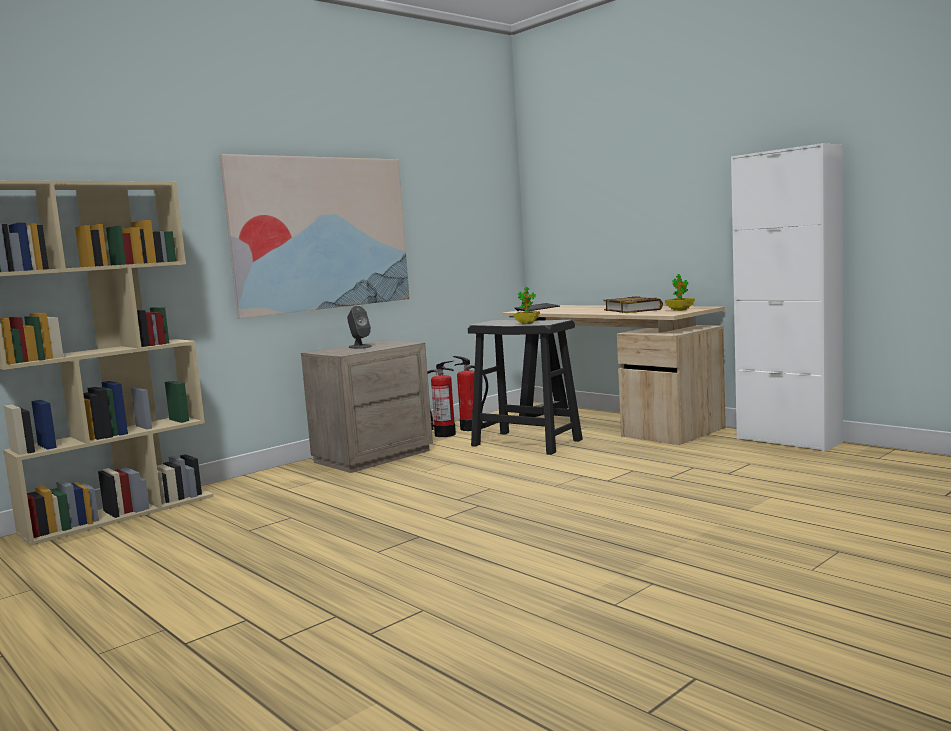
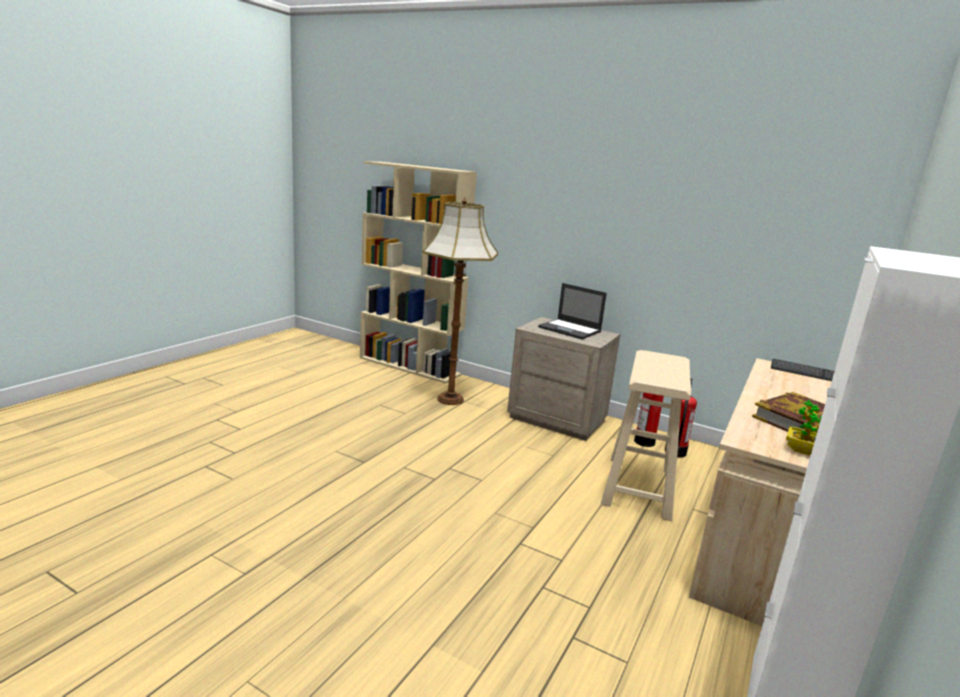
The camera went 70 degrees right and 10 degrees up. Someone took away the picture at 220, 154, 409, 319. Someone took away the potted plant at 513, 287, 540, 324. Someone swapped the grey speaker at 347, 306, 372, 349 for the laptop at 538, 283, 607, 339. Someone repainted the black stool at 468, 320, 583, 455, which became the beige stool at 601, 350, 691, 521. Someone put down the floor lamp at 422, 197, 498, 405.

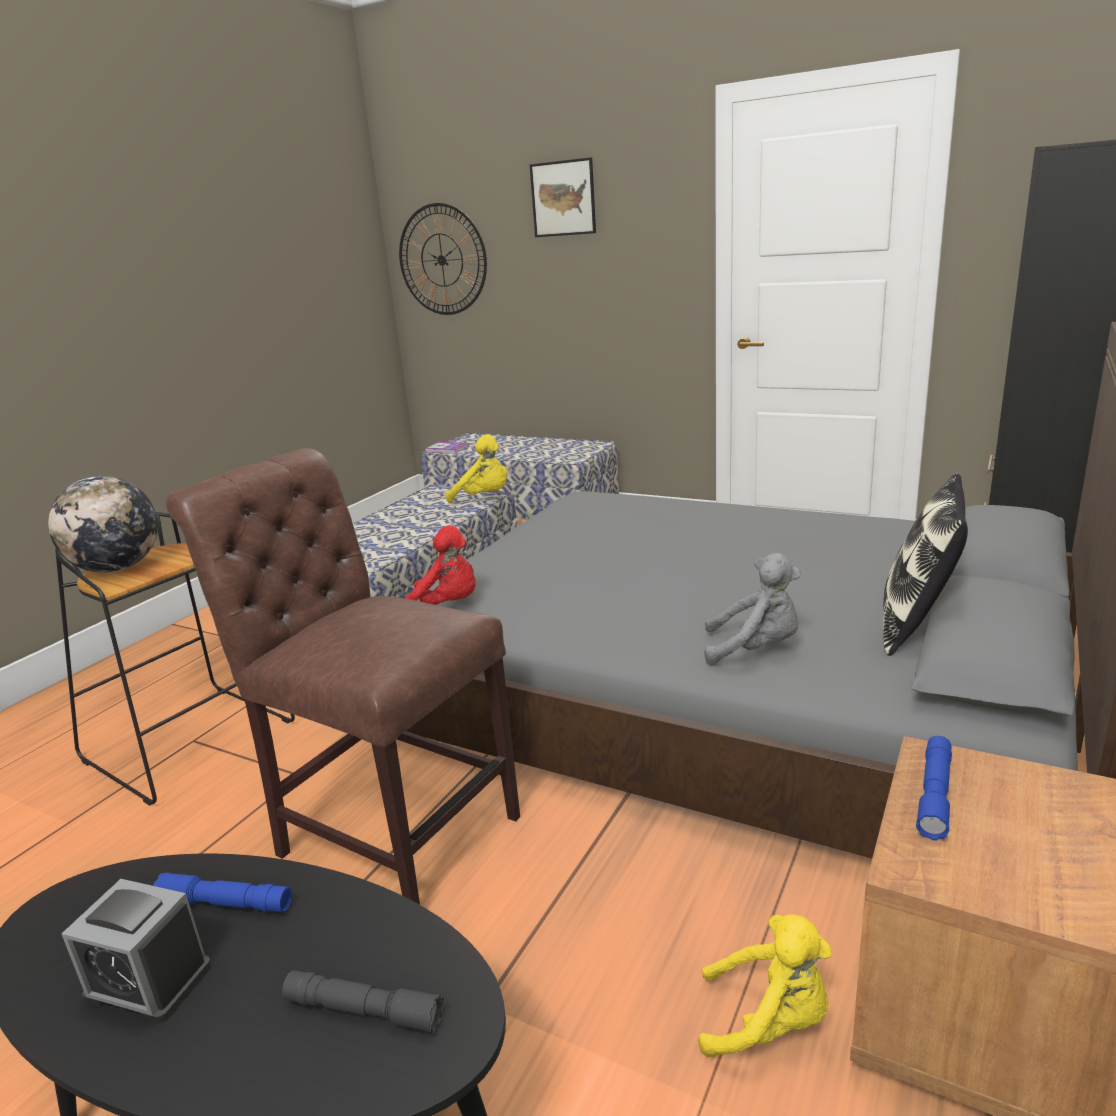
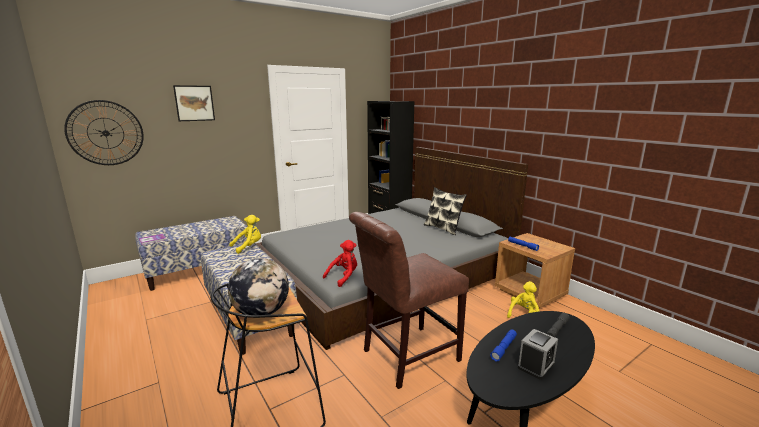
The camera went 65 degrees left and 5 degrees down. Someone took away the grey plush toy at 704, 553, 801, 665.

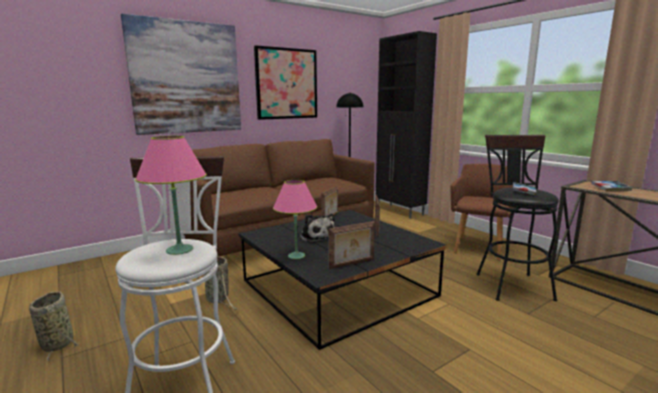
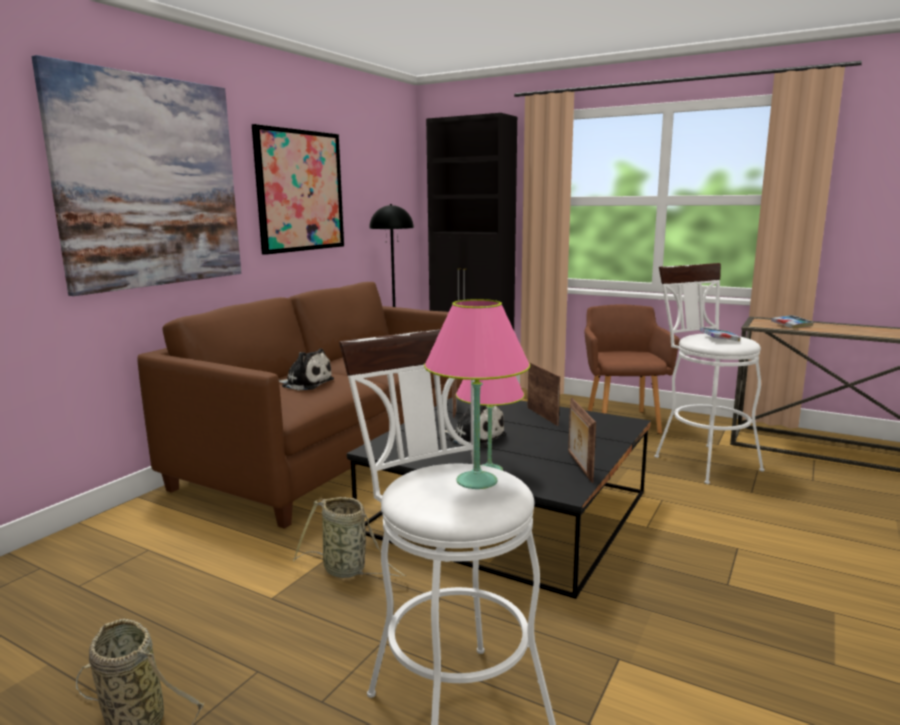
The camera went 25 degrees left and 0 degrees up. Someone repainted the black stool at 476, 135, 559, 301, which became the white stool at 654, 263, 765, 484. Someone rotated the picture frame at 328, 221, 375, 269 by 135 degrees clockwise. Someone put down the plush toy at 279, 348, 334, 391.

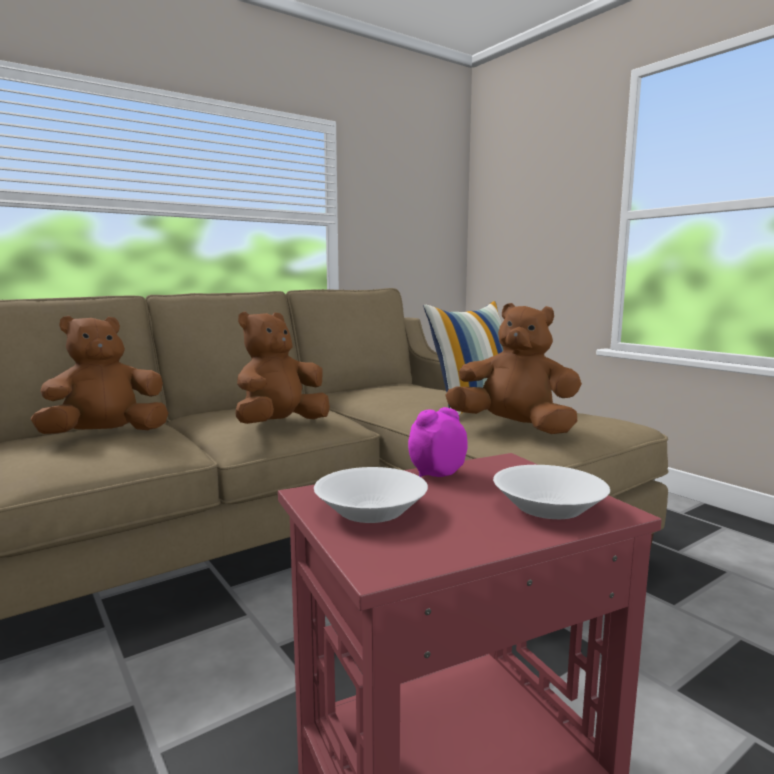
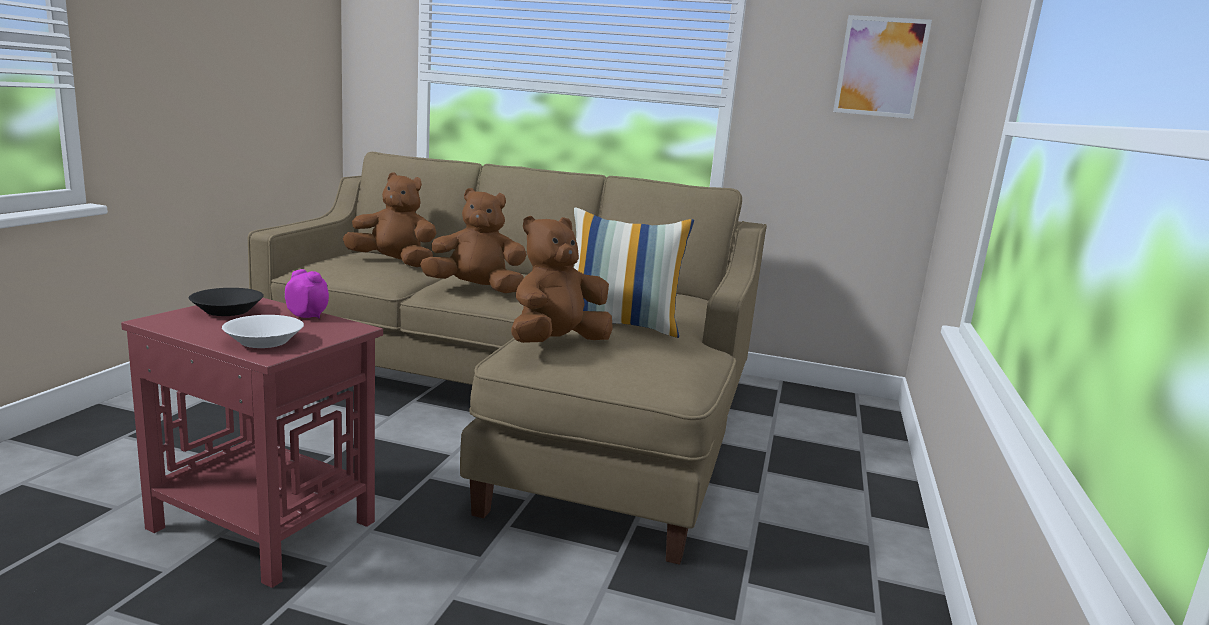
The camera went 50 degrees right and 5 degrees up. Someone rotated the brown plush toy at 445, 303, 582, 434 by 120 degrees counterclockwise. Someone repainted the white bowl at 314, 467, 428, 523, which became the black bowl at 189, 288, 264, 316. Someone put up the picture at 833, 15, 932, 119.

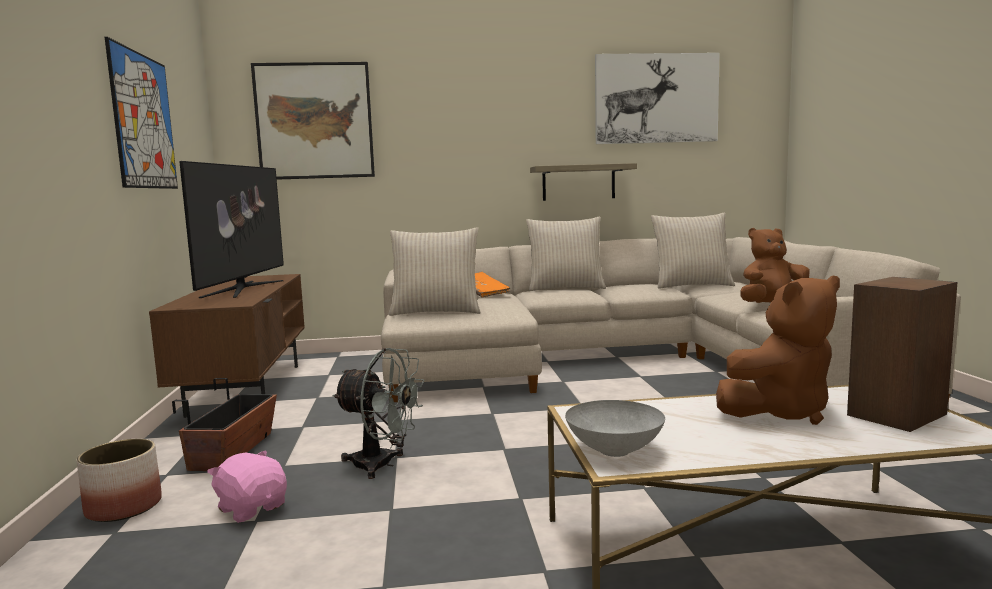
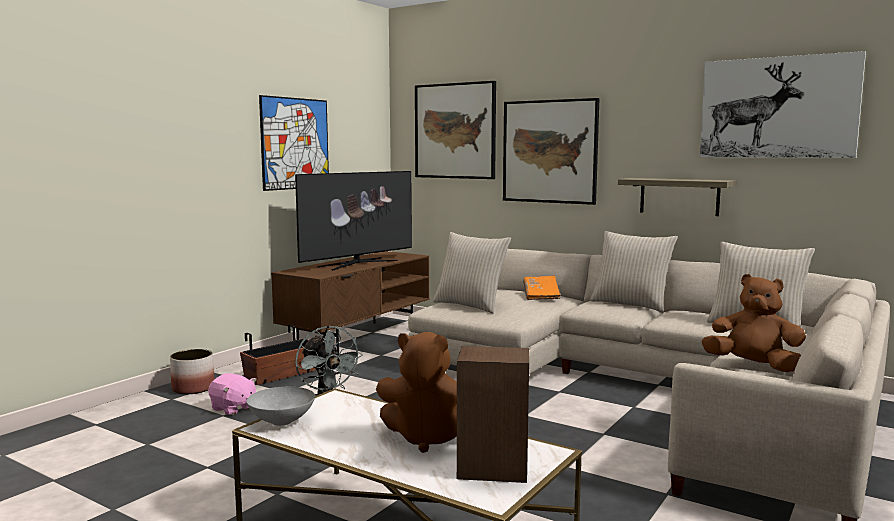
The camera went 40 degrees right and 0 degrees up. Someone rotated the pink plush toy at 207, 450, 287, 523 by 135 degrees clockwise. Someone put up the picture at 503, 98, 600, 205.

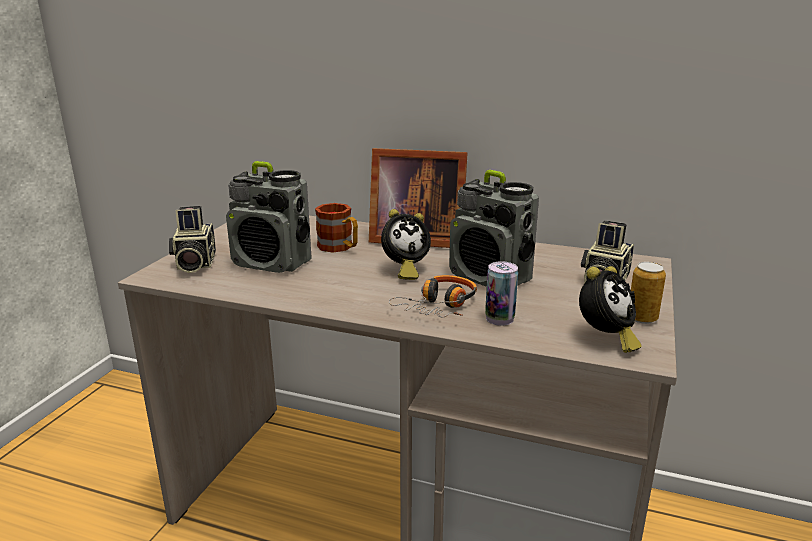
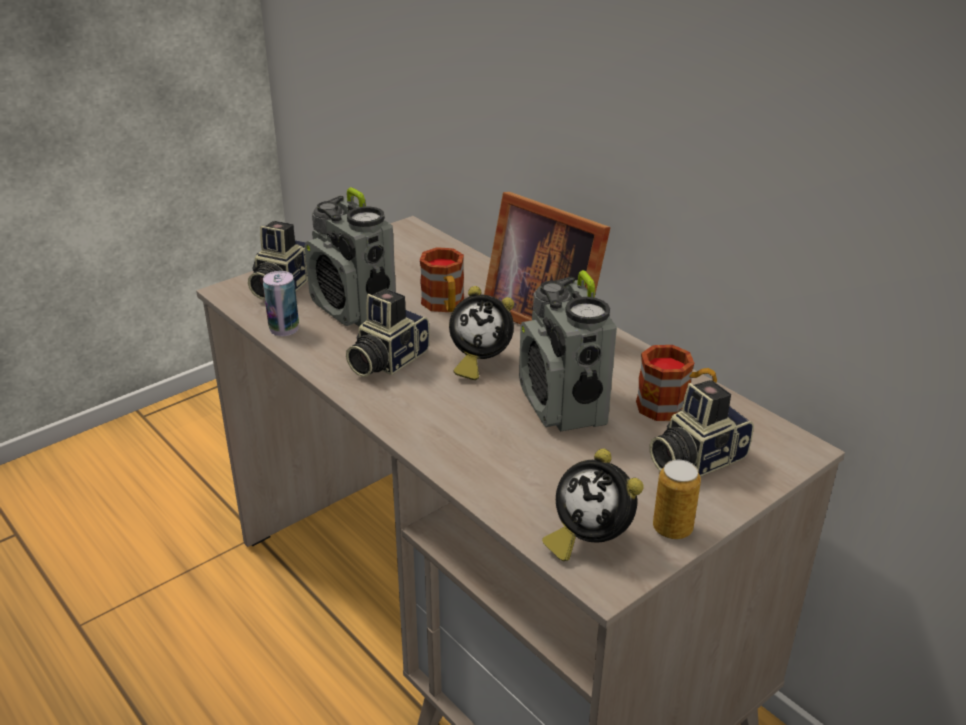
The camera went 30 degrees right and 10 degrees up. Someone carried the can from 485, 261, 518, 326 to 263, 271, 299, 336. Someone rotated the alarm clock at 579, 266, 641, 353 by 60 degrees clockwise. Someone took away the headphones at 389, 275, 477, 317. Someone put down the photo camera at 346, 289, 430, 377. Someone put down the mug at 636, 345, 717, 421.

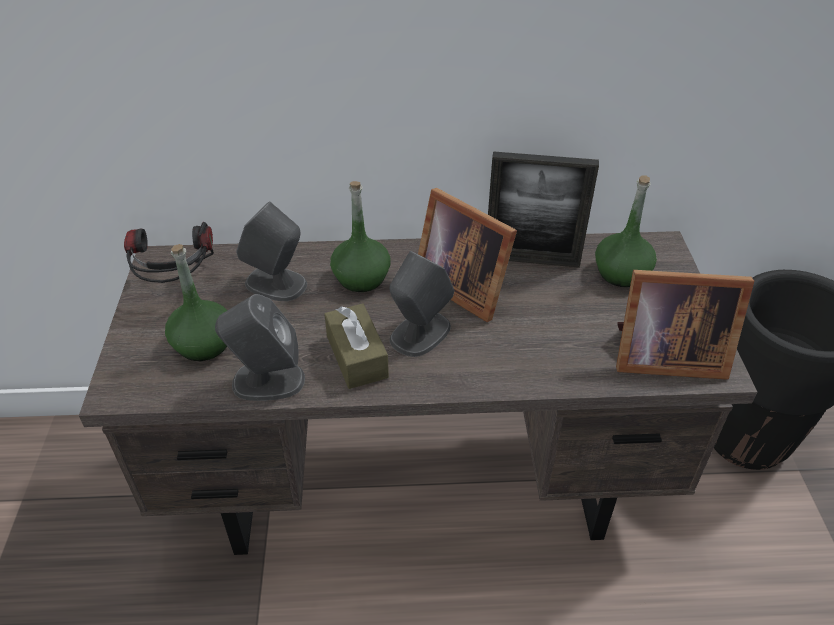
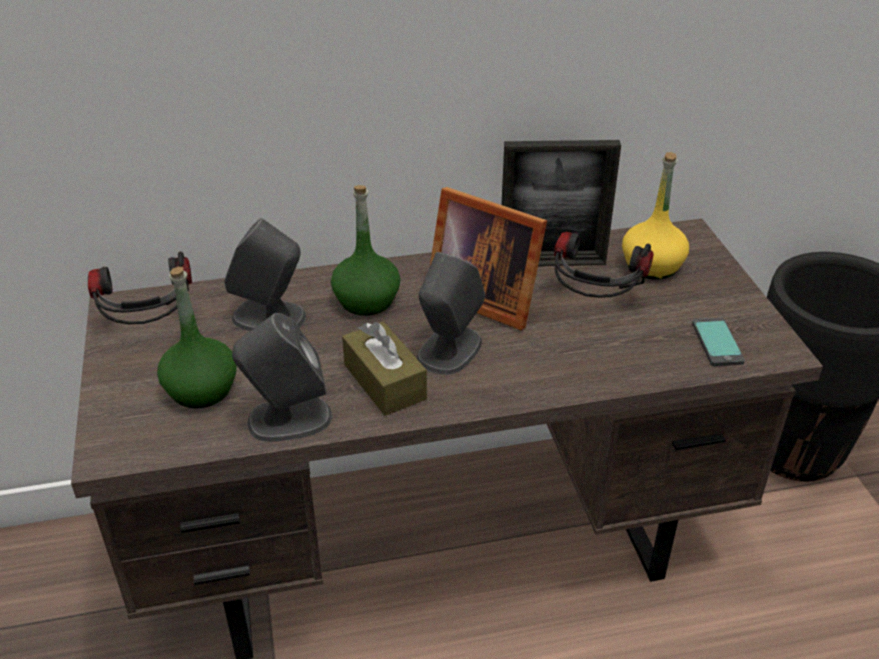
The camera went 10 degrees left and 5 degrees down. Someone repainted the green bottle at 595, 175, 657, 287, which became the yellow bottle at 622, 152, 689, 280. Someone swapped the picture frame at 616, 270, 754, 380 for the phone at 692, 318, 745, 366. Someone put down the headphones at 554, 232, 653, 298.

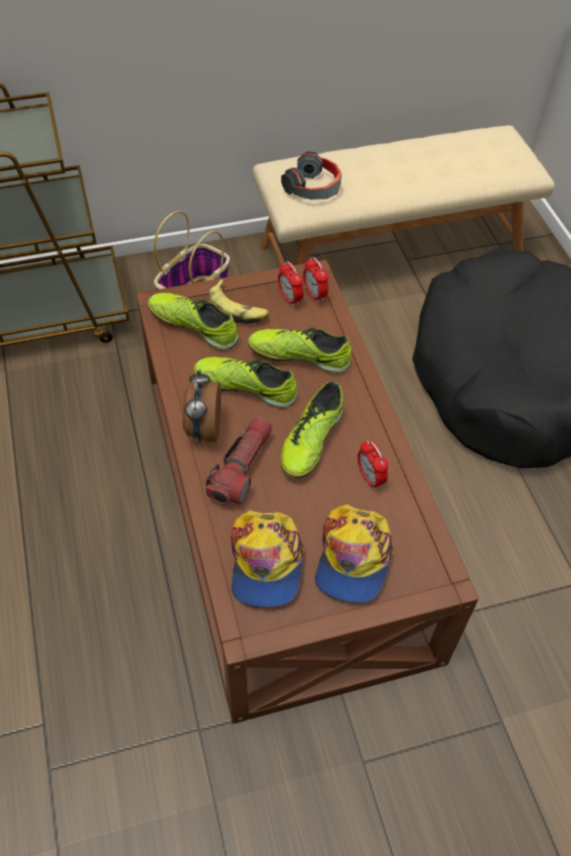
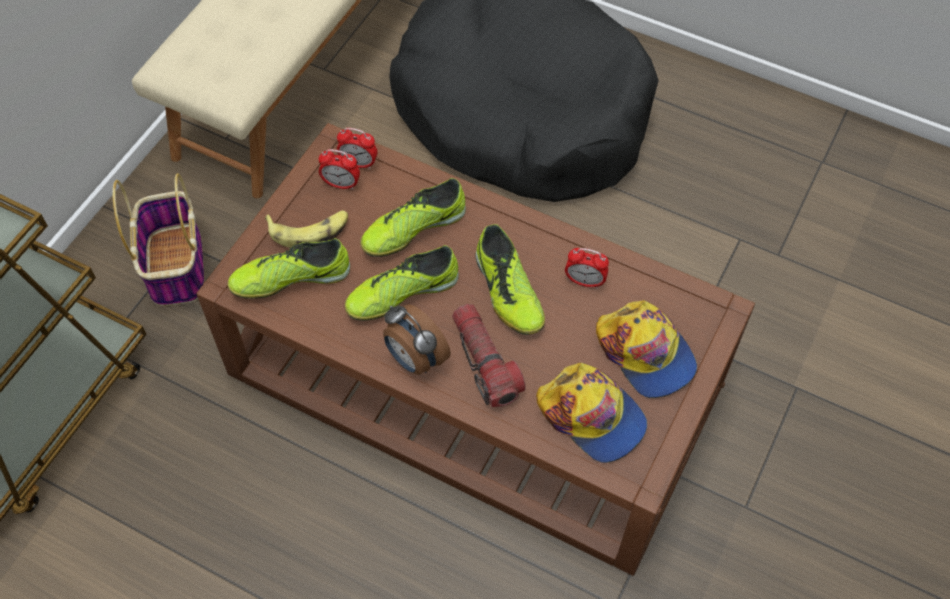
The camera went 45 degrees left and 5 degrees up. Someone took away the headphones at 281, 151, 342, 200.

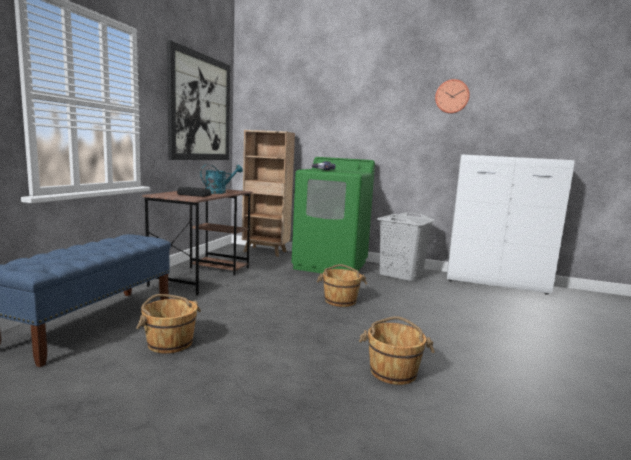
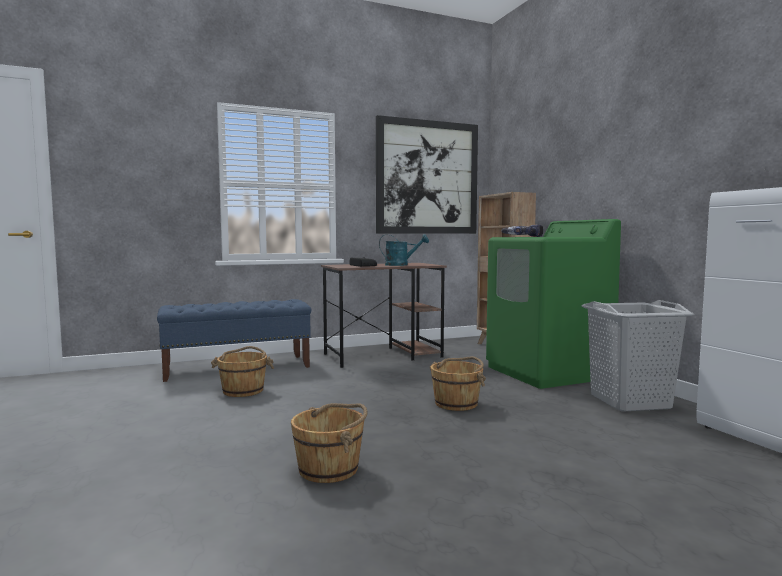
The camera went 50 degrees right and 5 degrees down. Someone took away the wall clock at 435, 79, 470, 114.

